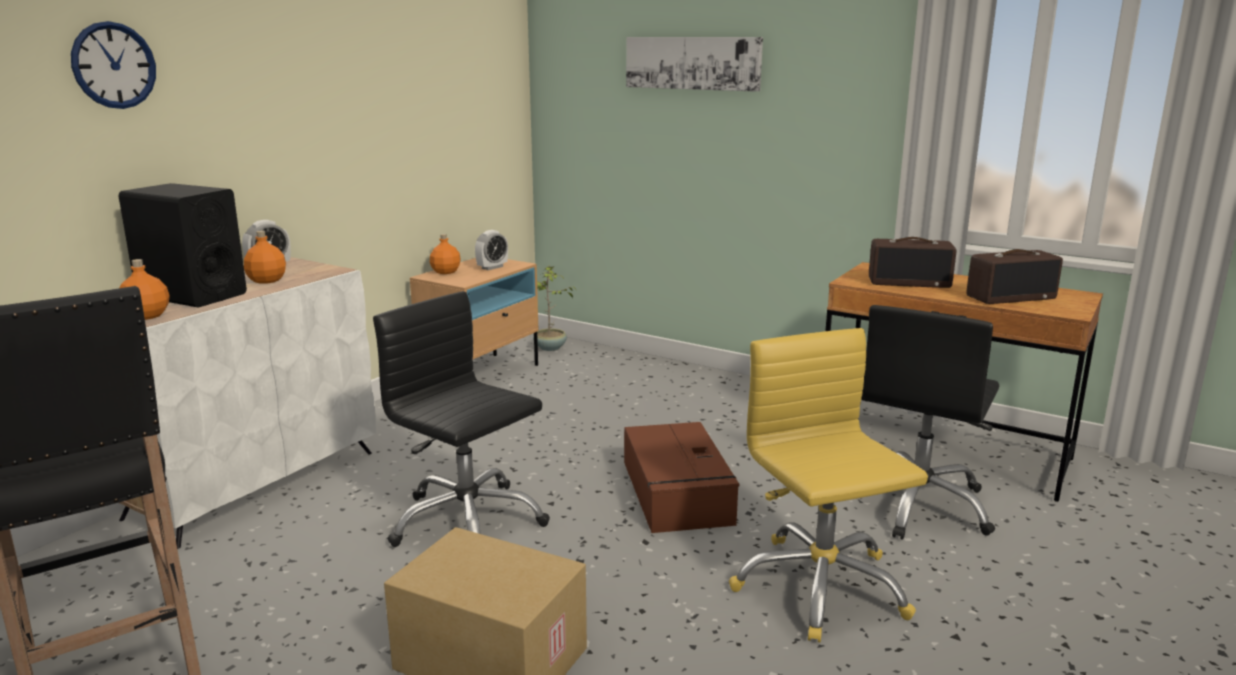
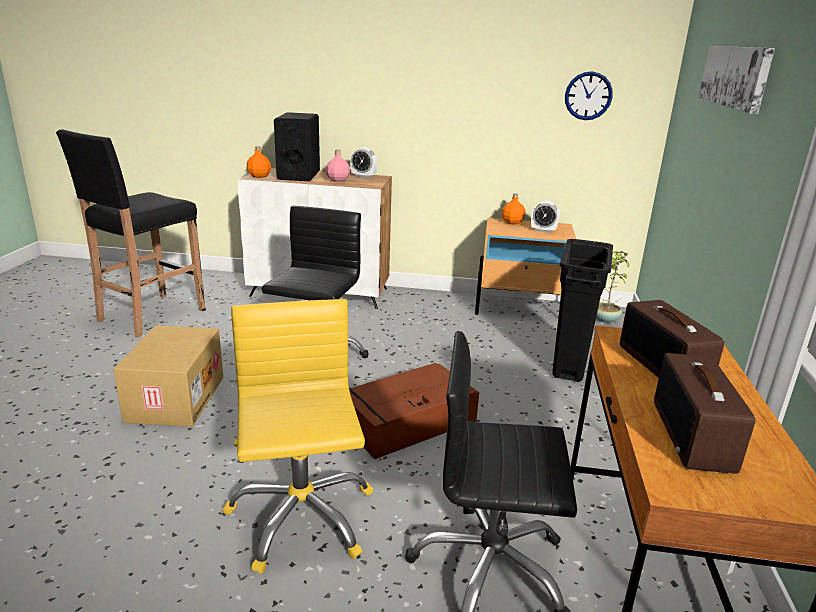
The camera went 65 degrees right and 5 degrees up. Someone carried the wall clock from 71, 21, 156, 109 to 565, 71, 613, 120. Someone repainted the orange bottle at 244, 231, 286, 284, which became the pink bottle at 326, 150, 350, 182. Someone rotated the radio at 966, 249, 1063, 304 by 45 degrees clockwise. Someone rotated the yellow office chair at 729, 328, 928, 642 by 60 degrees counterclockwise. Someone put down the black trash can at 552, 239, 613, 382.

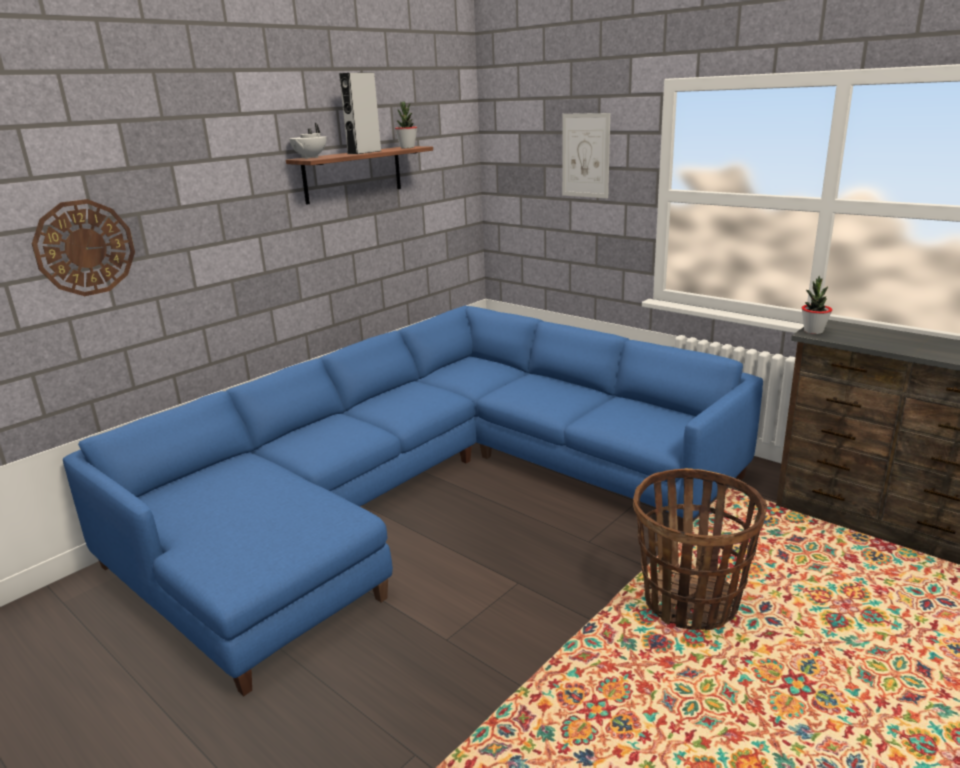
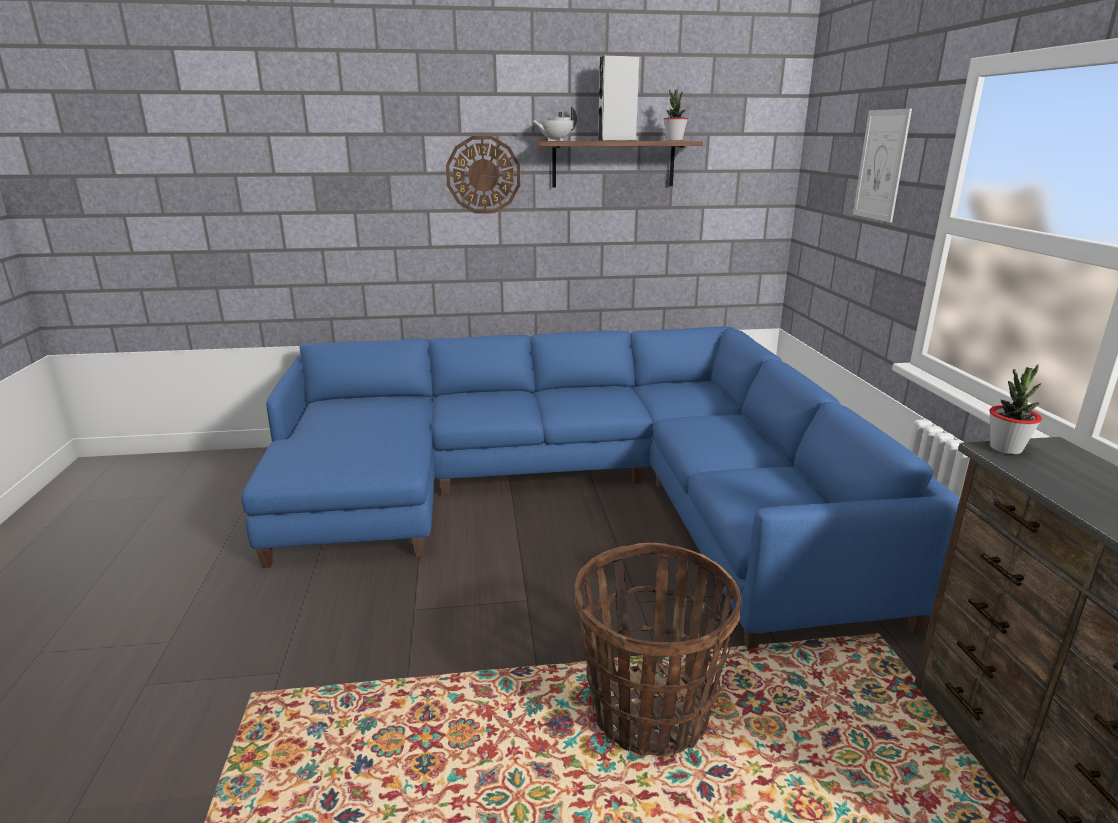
The camera went 40 degrees right and 0 degrees up. Someone carried the wall clock from 32, 199, 135, 296 to 446, 136, 520, 214.

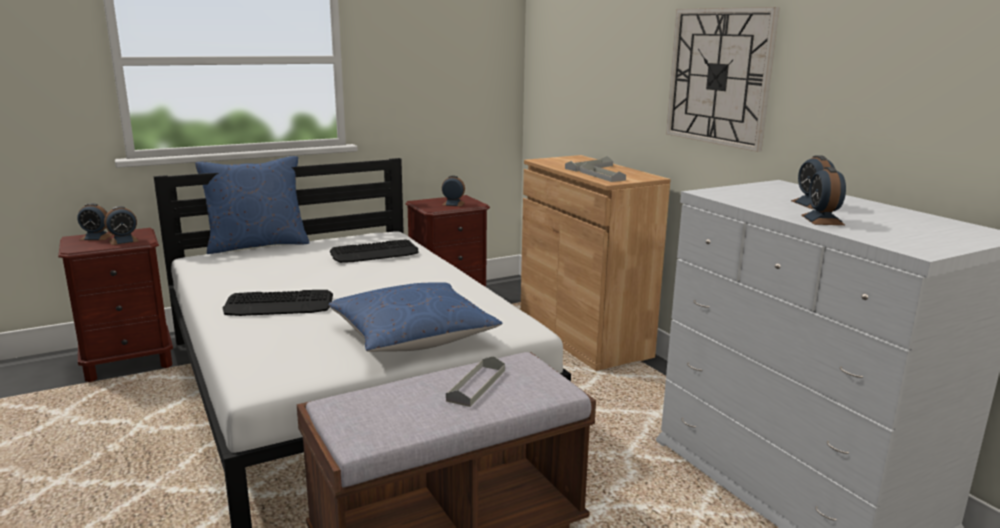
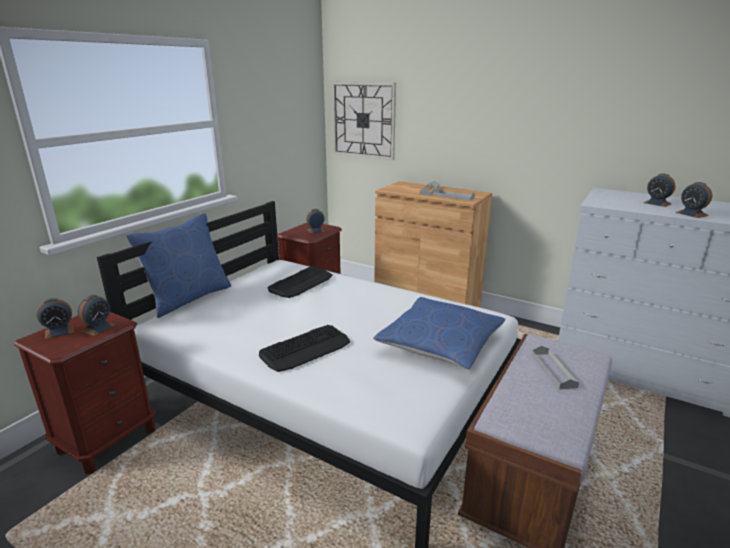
The camera went 30 degrees left and 5 degrees up. Someone carried the wall clock from 666, 7, 780, 152 to 332, 82, 396, 160.

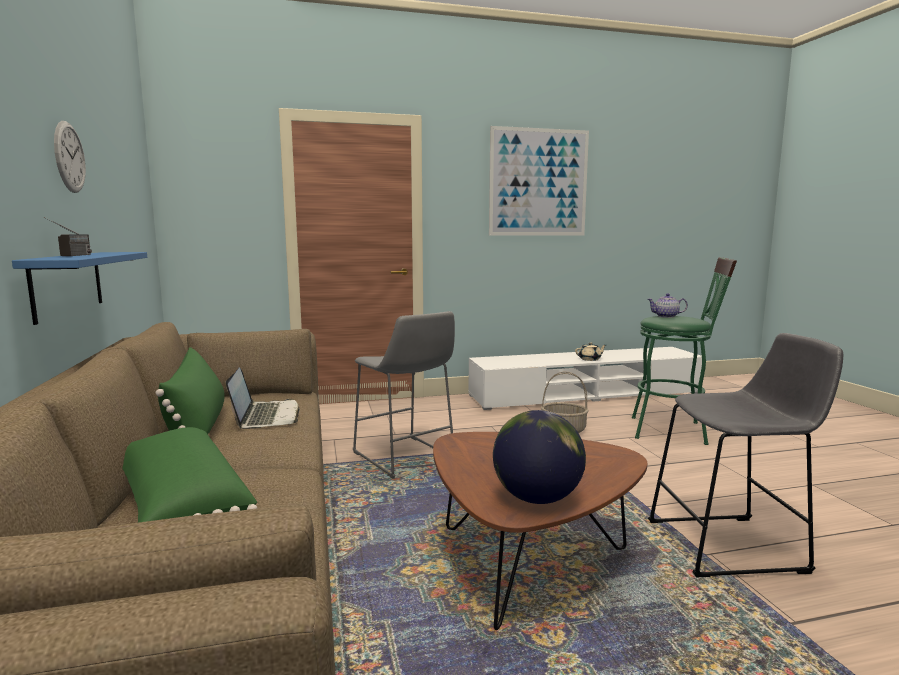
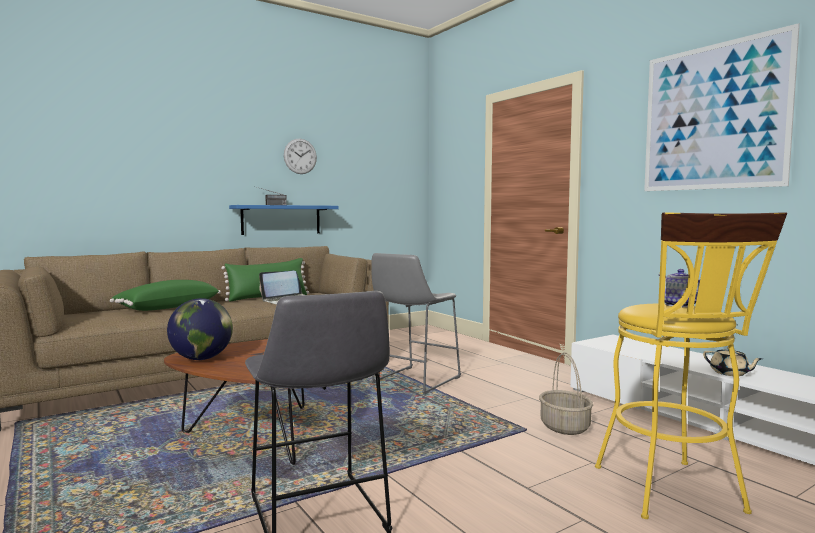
The camera went 70 degrees right and 5 degrees down. Someone repainted the green stool at 632, 257, 737, 445, which became the yellow stool at 595, 212, 787, 519.

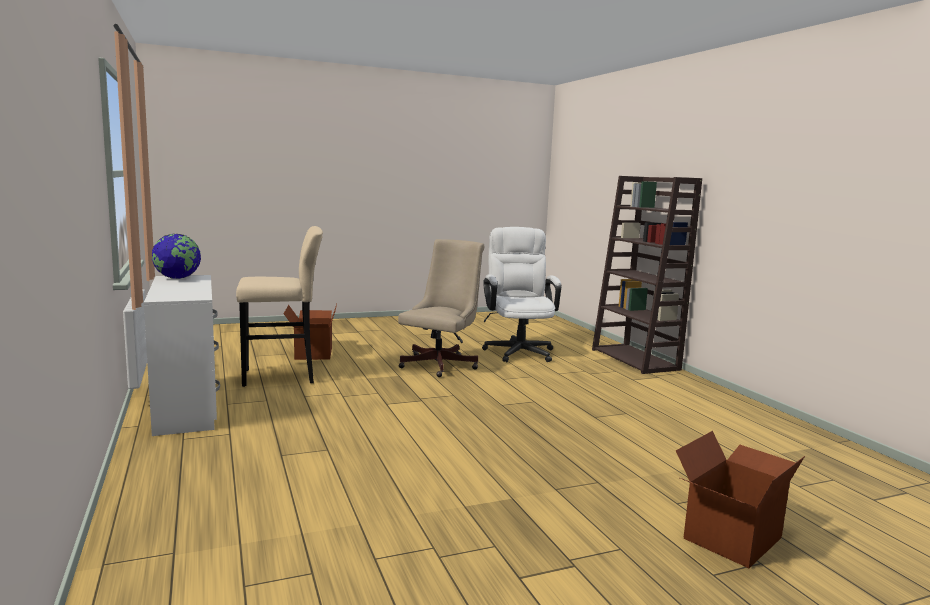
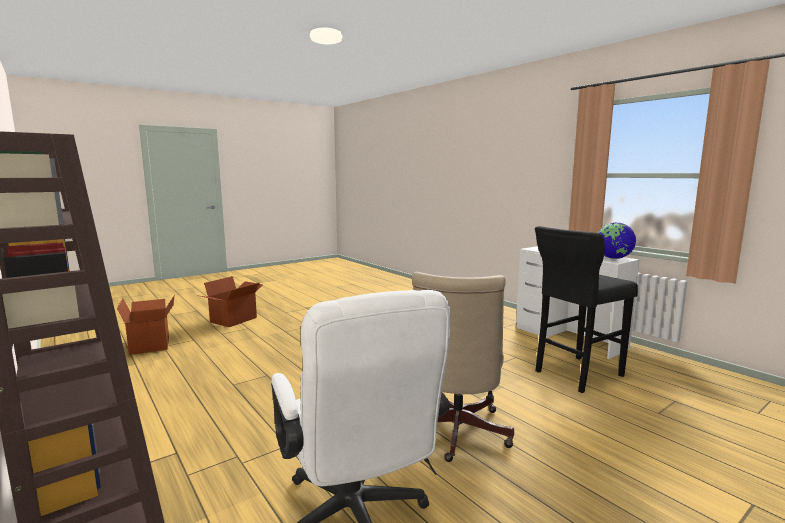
The camera went 165 degrees right and 0 degrees up. Someone repainted the beige stool at 236, 226, 323, 387, which became the black stool at 535, 226, 638, 393. Someone carried the cardboard box from 283, 304, 337, 360 to 117, 295, 175, 355.

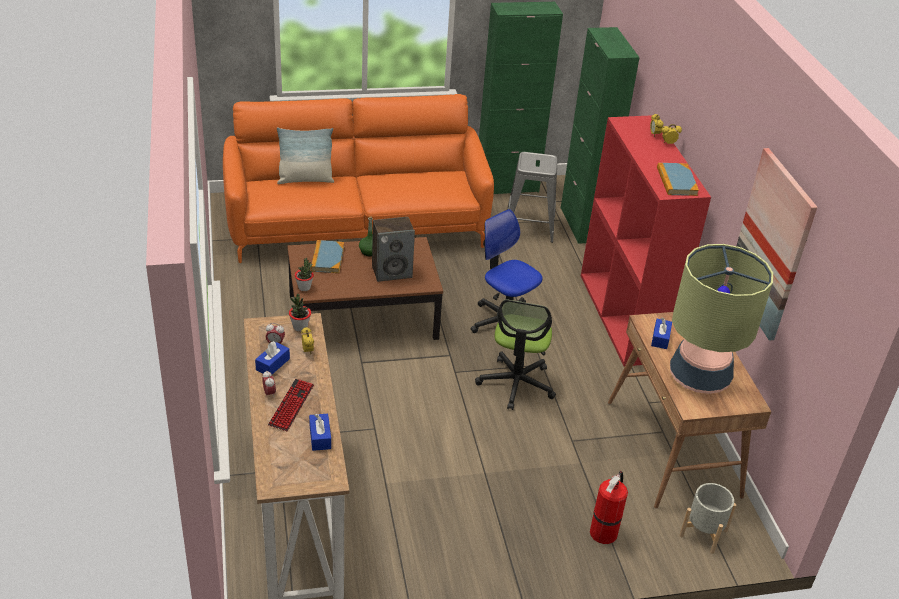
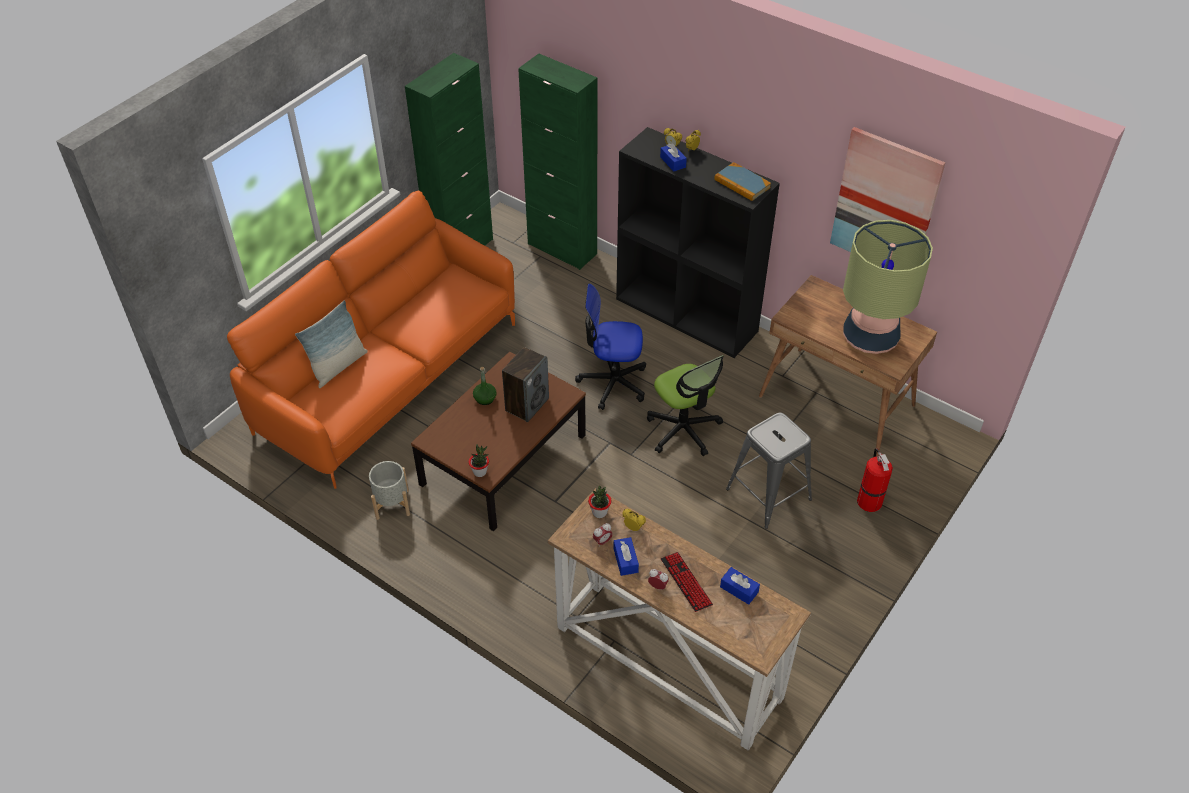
The camera went 40 degrees left and 10 degrees up. Someone repainted the red bookcase at 581, 115, 711, 367, which became the black bookcase at 616, 127, 780, 358. Someone carried the grey stool from 507, 152, 558, 243 to 726, 412, 812, 529. Someone took away the book at 311, 240, 344, 273. Someone carried the blue tissue box from 651, 317, 672, 349 to 660, 143, 687, 171. Someone carried the grey planter from 679, 483, 736, 554 to 369, 461, 410, 520.

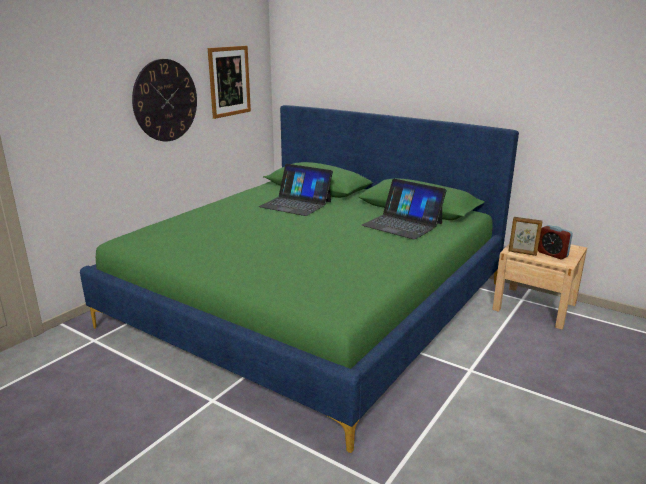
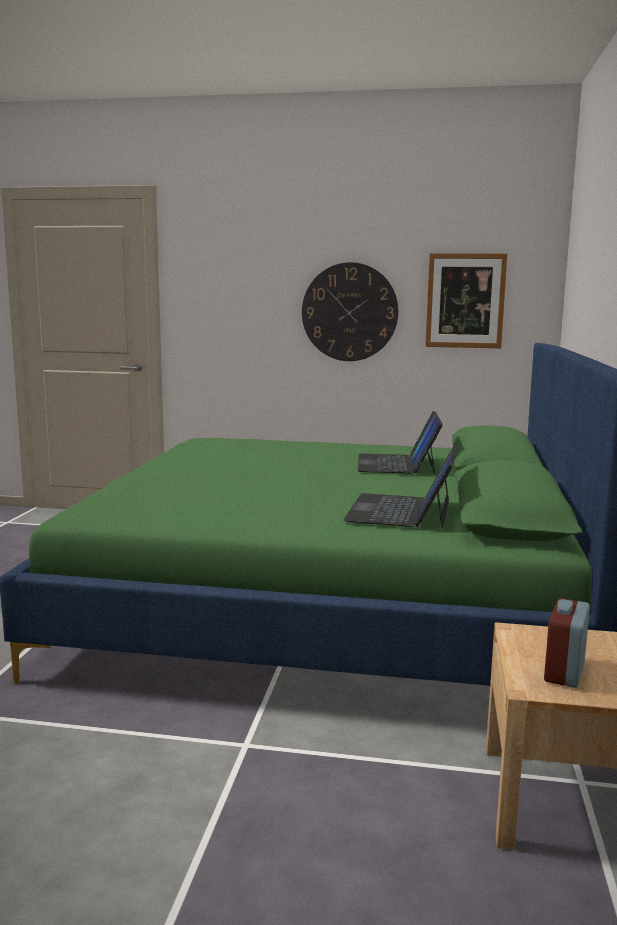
The camera went 65 degrees right and 10 degrees down. Someone took away the picture frame at 509, 217, 543, 256.

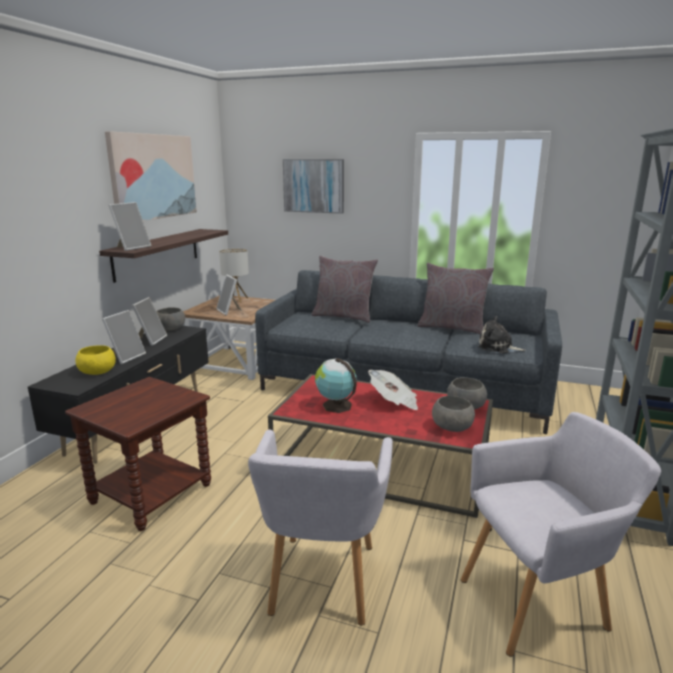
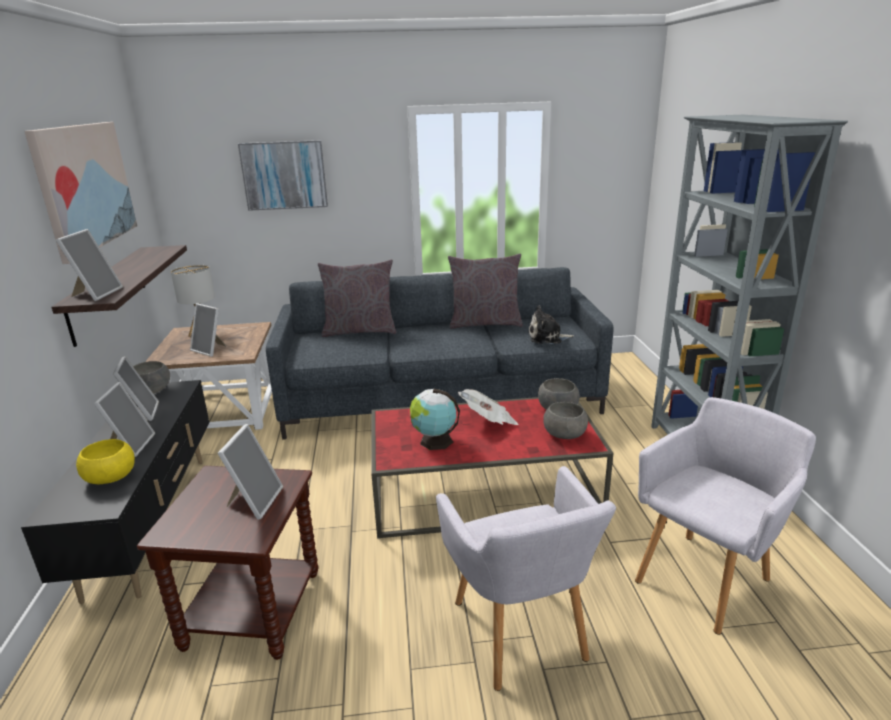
The camera went 25 degrees left and 5 degrees up. Someone put down the picture frame at 217, 424, 283, 520.

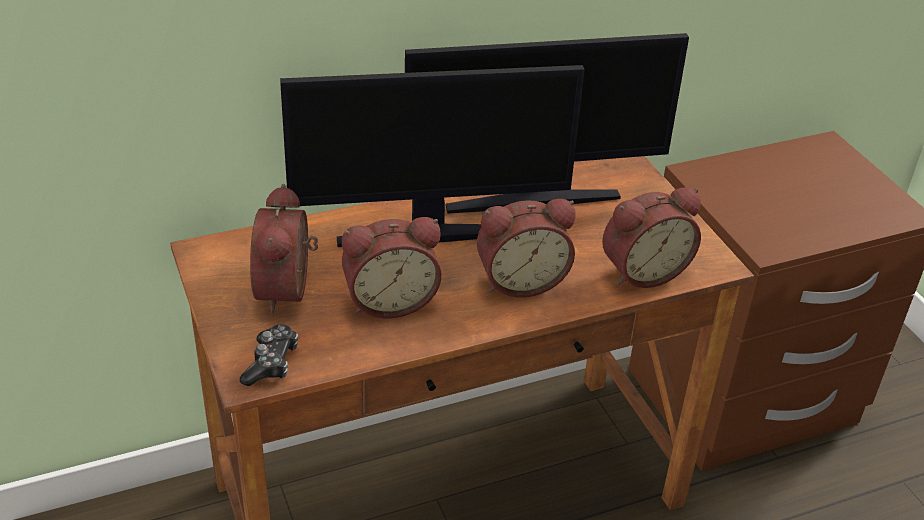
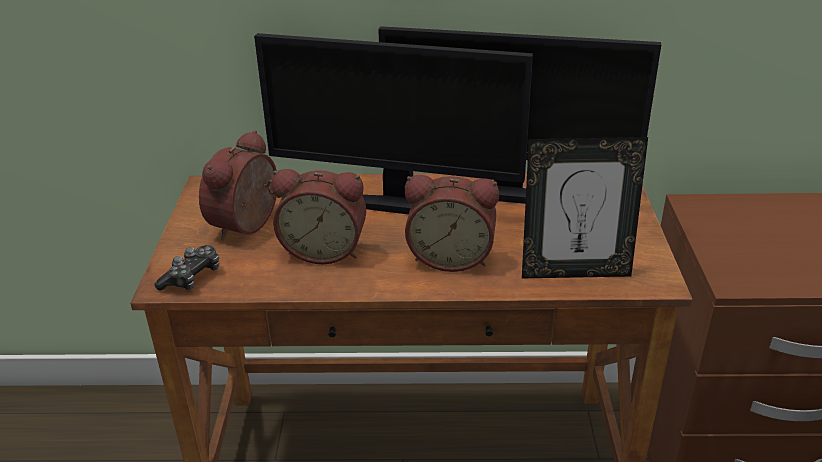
The camera went 25 degrees right and 5 degrees down. Someone swapped the alarm clock at 602, 187, 701, 288 for the picture frame at 522, 137, 648, 278.

